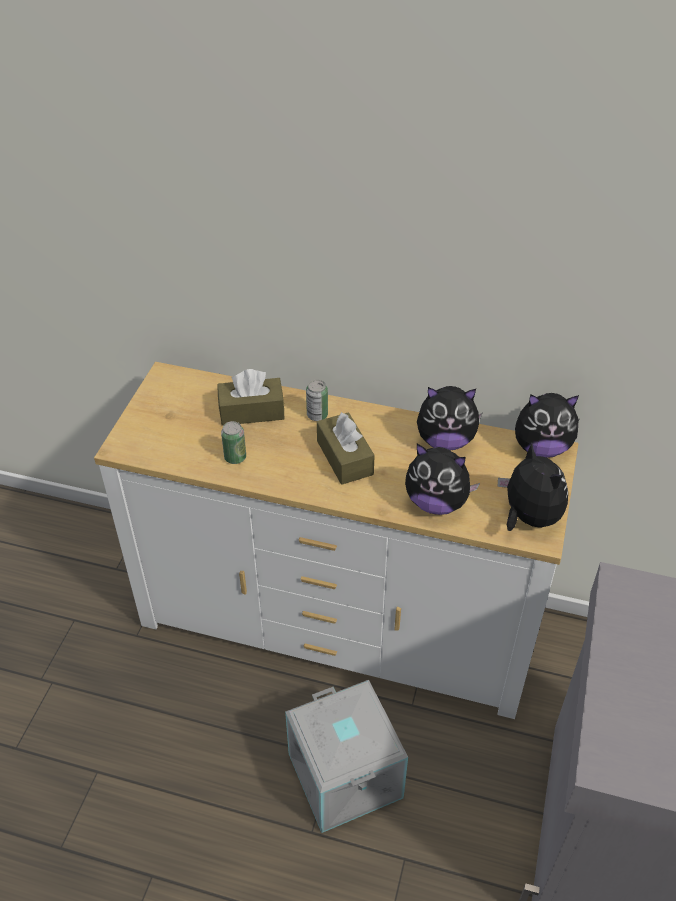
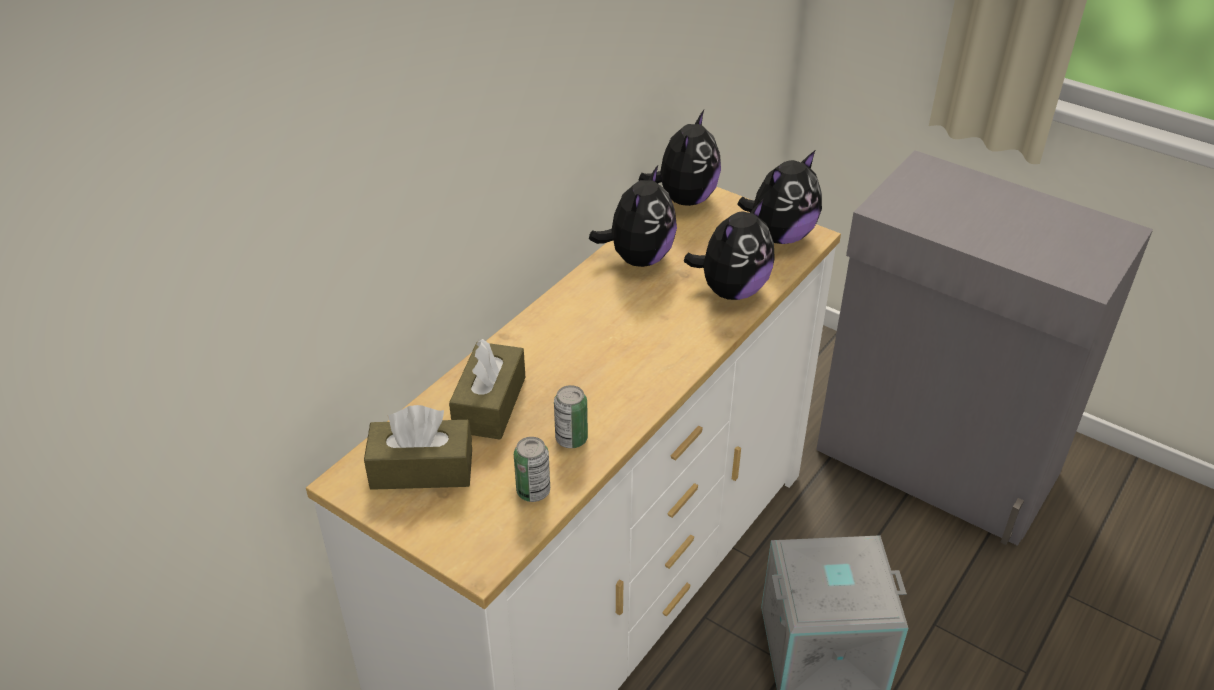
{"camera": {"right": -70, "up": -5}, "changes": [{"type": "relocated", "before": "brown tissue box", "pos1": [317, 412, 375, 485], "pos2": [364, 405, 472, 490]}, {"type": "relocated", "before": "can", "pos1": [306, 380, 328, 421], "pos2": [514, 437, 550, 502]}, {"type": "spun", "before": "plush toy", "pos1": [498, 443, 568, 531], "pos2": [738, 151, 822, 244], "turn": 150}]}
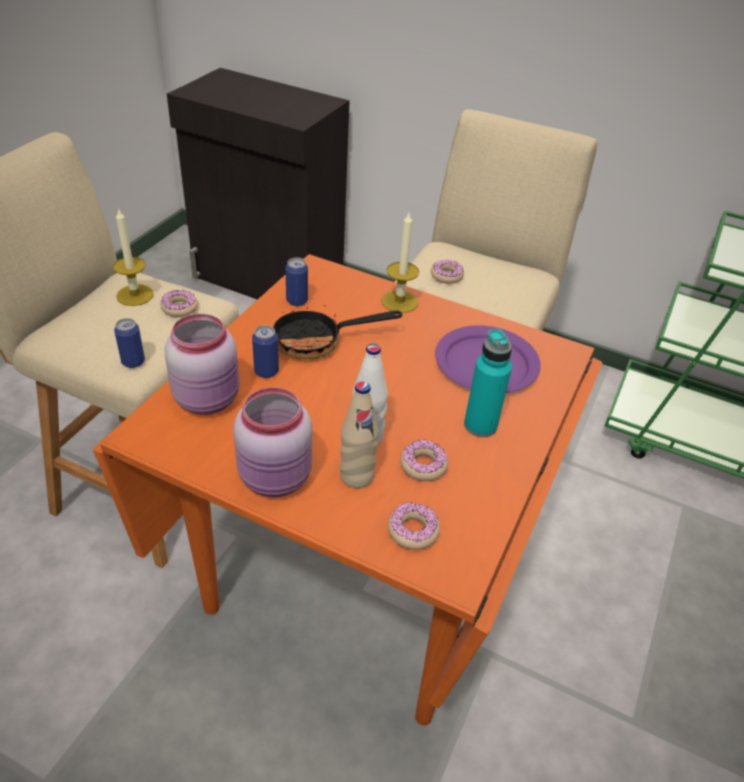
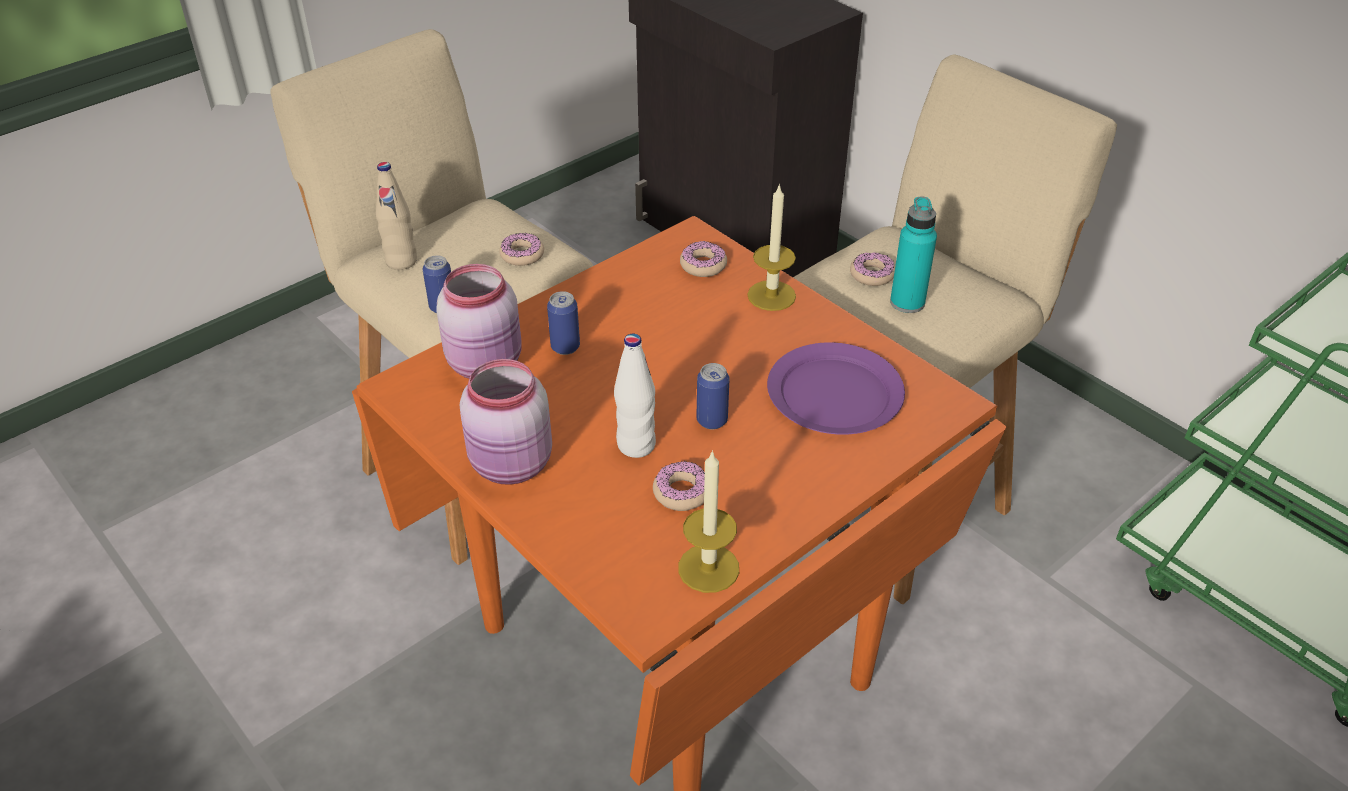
{"camera": {"right": 25, "up": 0}, "changes": [{"type": "relocated", "before": "beige bottle", "pos1": [340, 381, 378, 488], "pos2": [376, 162, 417, 270]}, {"type": "relocated", "before": "candle", "pos1": [113, 208, 154, 306], "pos2": [678, 450, 739, 593]}, {"type": "relocated", "before": "donut", "pos1": [388, 502, 440, 550], "pos2": [680, 241, 727, 277]}, {"type": "relocated", "before": "can", "pos1": [285, 257, 308, 306], "pos2": [697, 363, 730, 429]}, {"type": "relocated", "before": "turquoise bottle", "pos1": [464, 329, 512, 437], "pos2": [890, 196, 937, 313]}, {"type": "missing", "before": "frying pan", "pos1": [273, 305, 402, 359]}]}
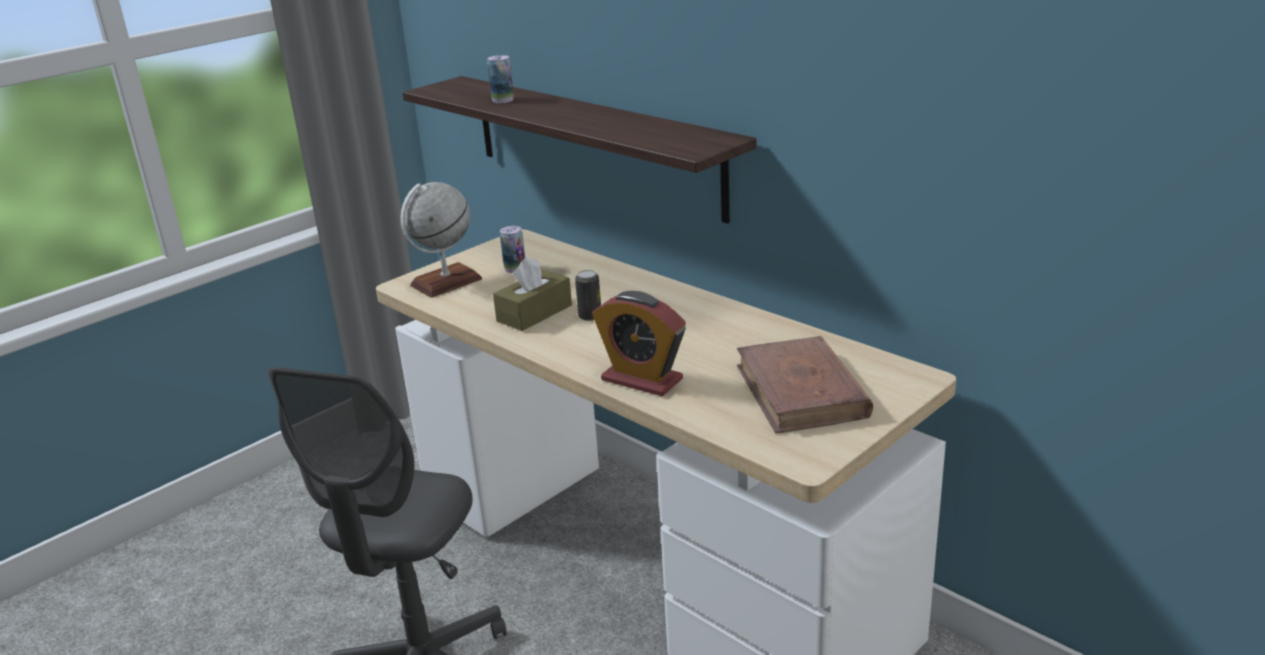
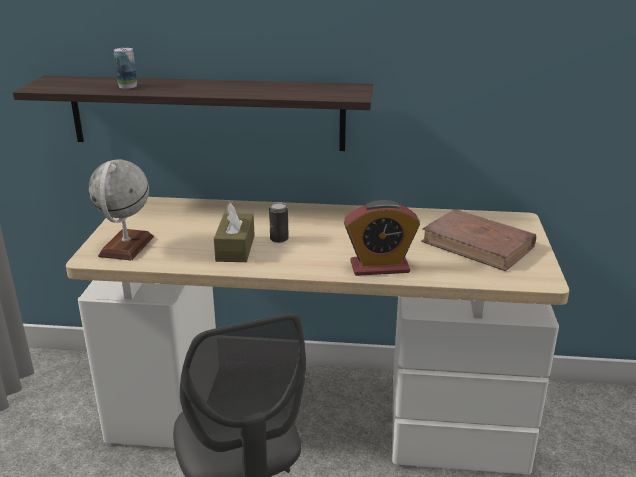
{"camera": {"right": -40, "up": 0}, "changes": [{"type": "missing", "before": "can", "pos1": [500, 226, 525, 273]}]}
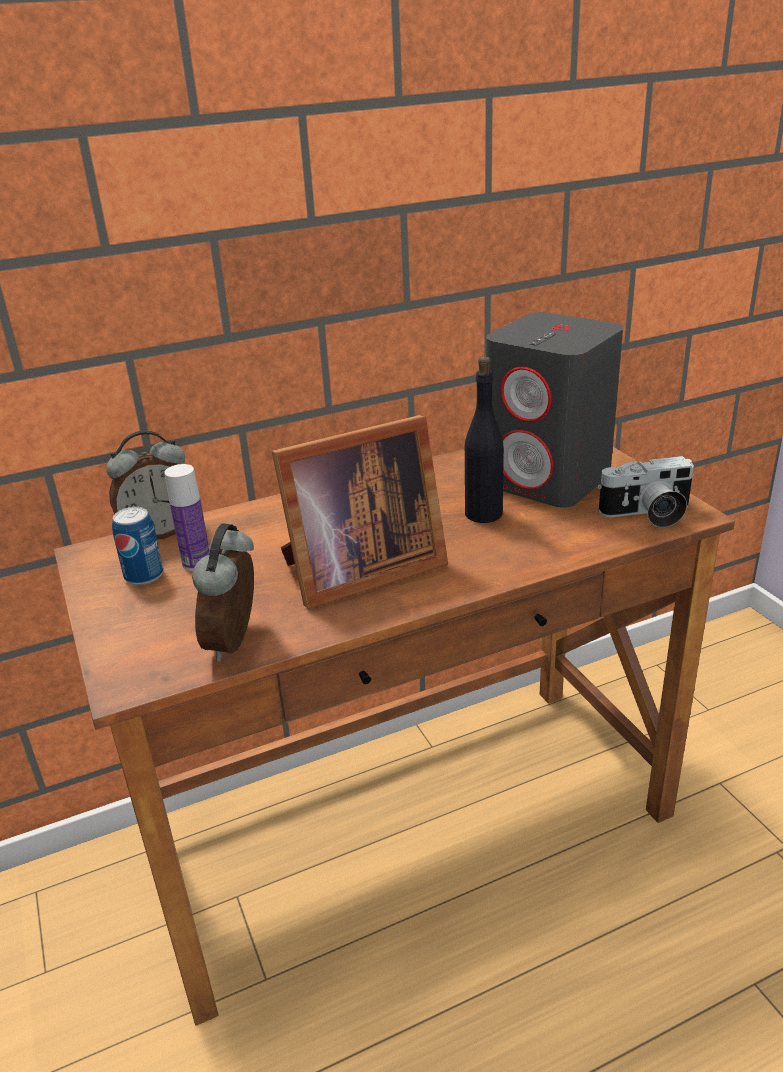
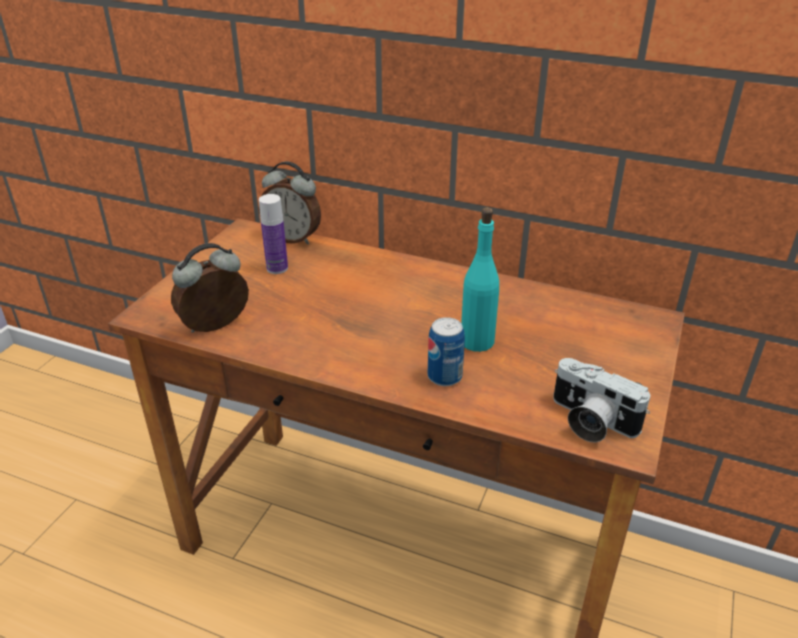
{"camera": {"right": 45, "up": 5}, "changes": [{"type": "relocated", "before": "can", "pos1": [112, 507, 164, 585], "pos2": [428, 317, 465, 386]}, {"type": "colour", "before": "black bottle", "after": "turquoise bottle", "pos1": [465, 357, 504, 523], "pos2": [461, 207, 499, 352]}, {"type": "missing", "before": "picture frame", "pos1": [272, 415, 448, 609]}, {"type": "missing", "before": "grey speaker", "pos1": [486, 312, 623, 508]}]}
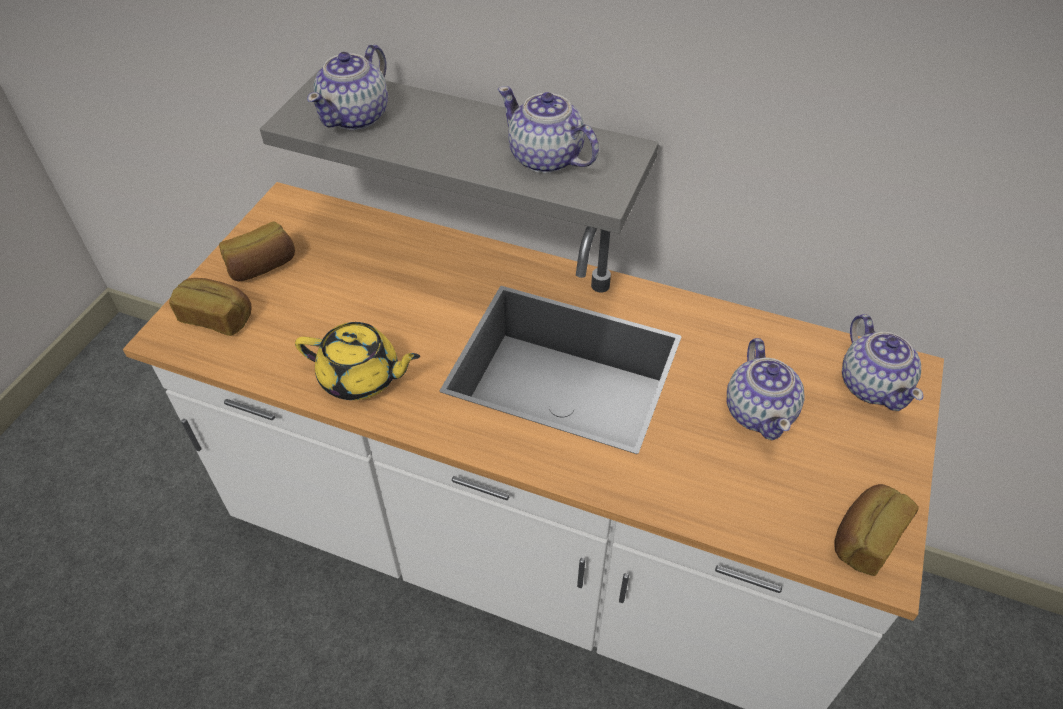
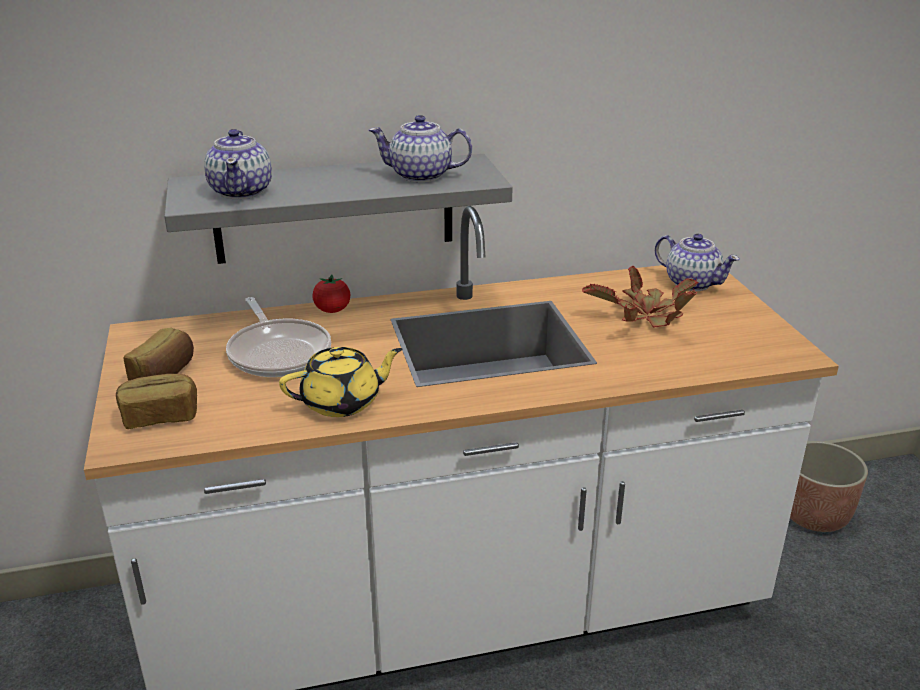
{"camera": {"right": -35, "up": -20}, "changes": [{"type": "appeared", "after": "frying pan", "pos2": [226, 297, 331, 377]}, {"type": "appeared", "after": "tomato", "pos2": [312, 275, 350, 313]}, {"type": "exchanged", "before": "teapot", "after": "potted plant", "pos1": [727, 338, 805, 440], "pos2": [582, 266, 699, 328]}, {"type": "appeared", "after": "planter", "pos2": [790, 441, 868, 532]}, {"type": "missing", "before": "bread", "pos1": [834, 484, 919, 576]}]}
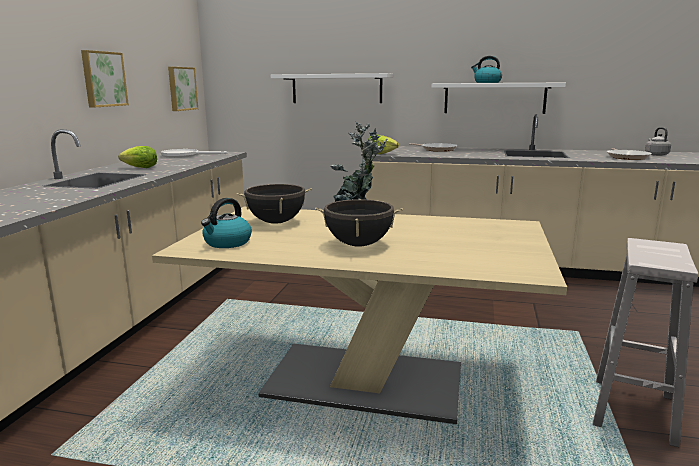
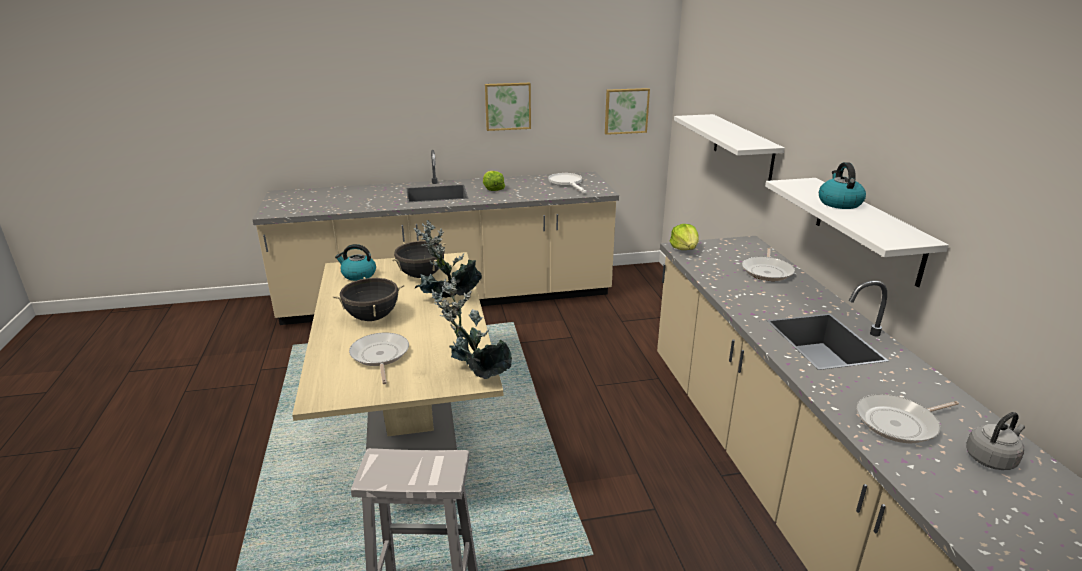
{"camera": {"right": 65, "up": 10}, "changes": [{"type": "appeared", "after": "frying pan", "pos2": [349, 333, 409, 384]}, {"type": "appeared", "after": "potted plant", "pos2": [432, 277, 512, 379]}]}
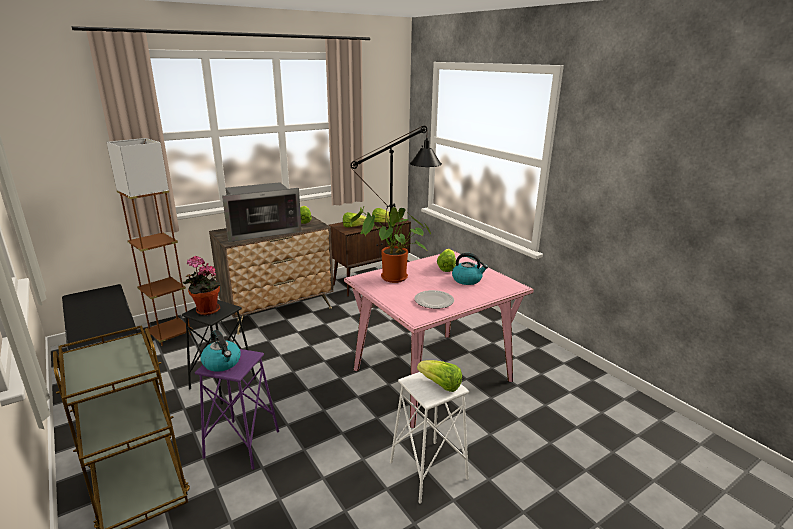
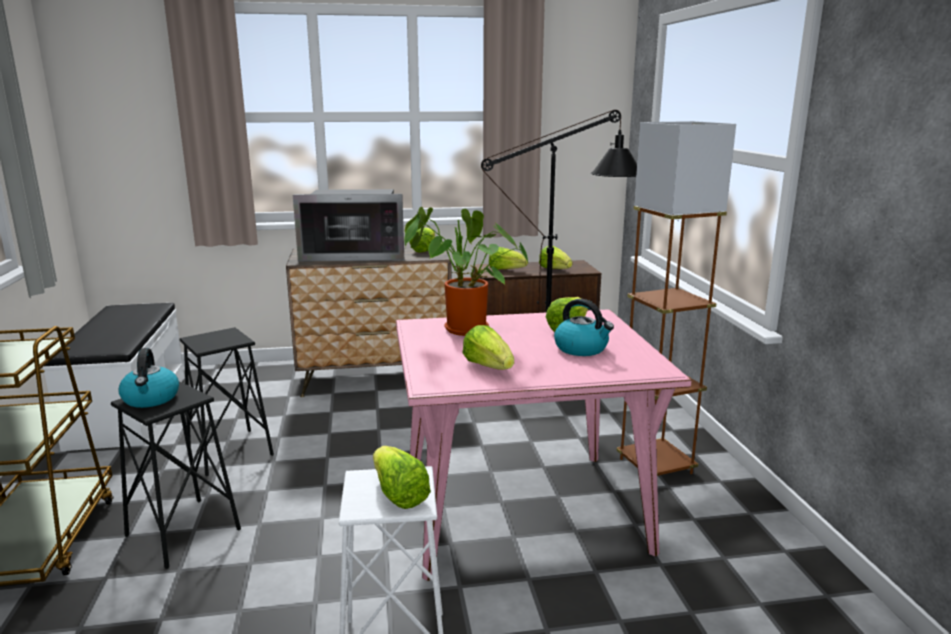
{"camera": {"right": 25, "up": -5}, "changes": [{"type": "colour", "before": "purple stool", "after": "black stool", "pos1": [195, 349, 279, 470], "pos2": [111, 381, 241, 569]}, {"type": "exchanged", "before": "plate", "after": "lettuce", "pos1": [415, 290, 454, 309], "pos2": [462, 325, 514, 370]}, {"type": "relocated", "before": "brown floor lamp", "pos1": [106, 138, 193, 346], "pos2": [617, 121, 736, 476]}, {"type": "missing", "before": "potted plant", "pos1": [183, 256, 220, 315]}]}
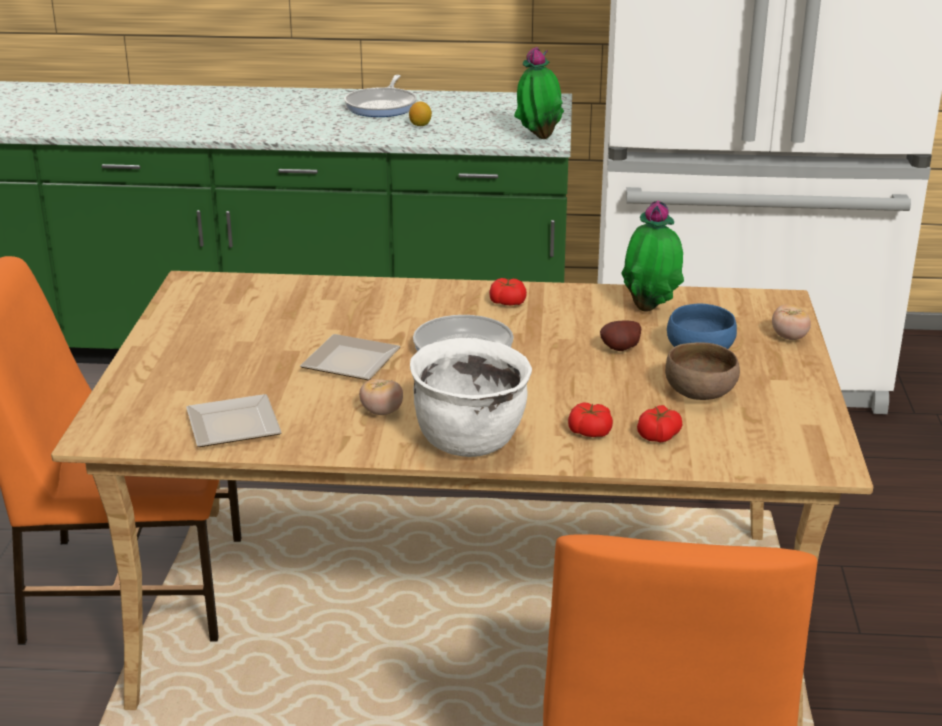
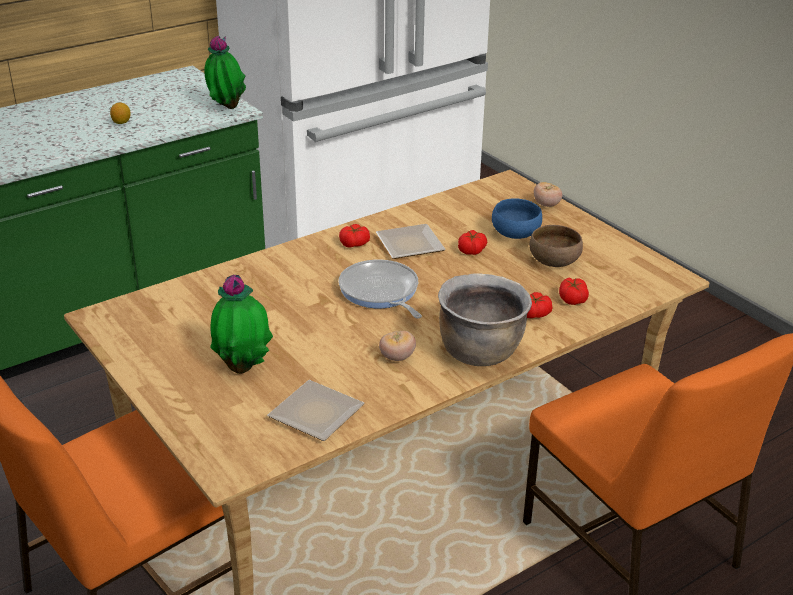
{"camera": {"right": -40, "up": 5}, "changes": [{"type": "relocated", "before": "potted plant", "pos1": [621, 201, 684, 312], "pos2": [210, 274, 273, 374]}, {"type": "relocated", "before": "plate", "pos1": [300, 334, 401, 380], "pos2": [376, 224, 446, 259]}, {"type": "colour", "before": "white cooking pot", "after": "brown cooking pot", "pos1": [410, 338, 532, 457], "pos2": [438, 273, 532, 366]}, {"type": "exchanged", "before": "potato", "after": "tomato", "pos1": [600, 320, 641, 351], "pos2": [458, 230, 487, 255]}, {"type": "missing", "before": "frying pan", "pos1": [344, 75, 417, 117]}]}
